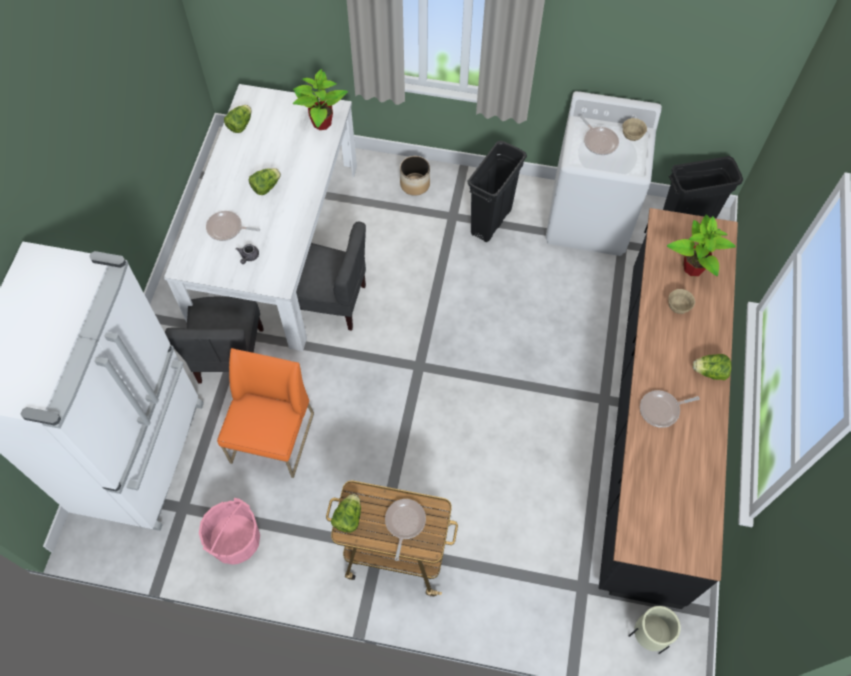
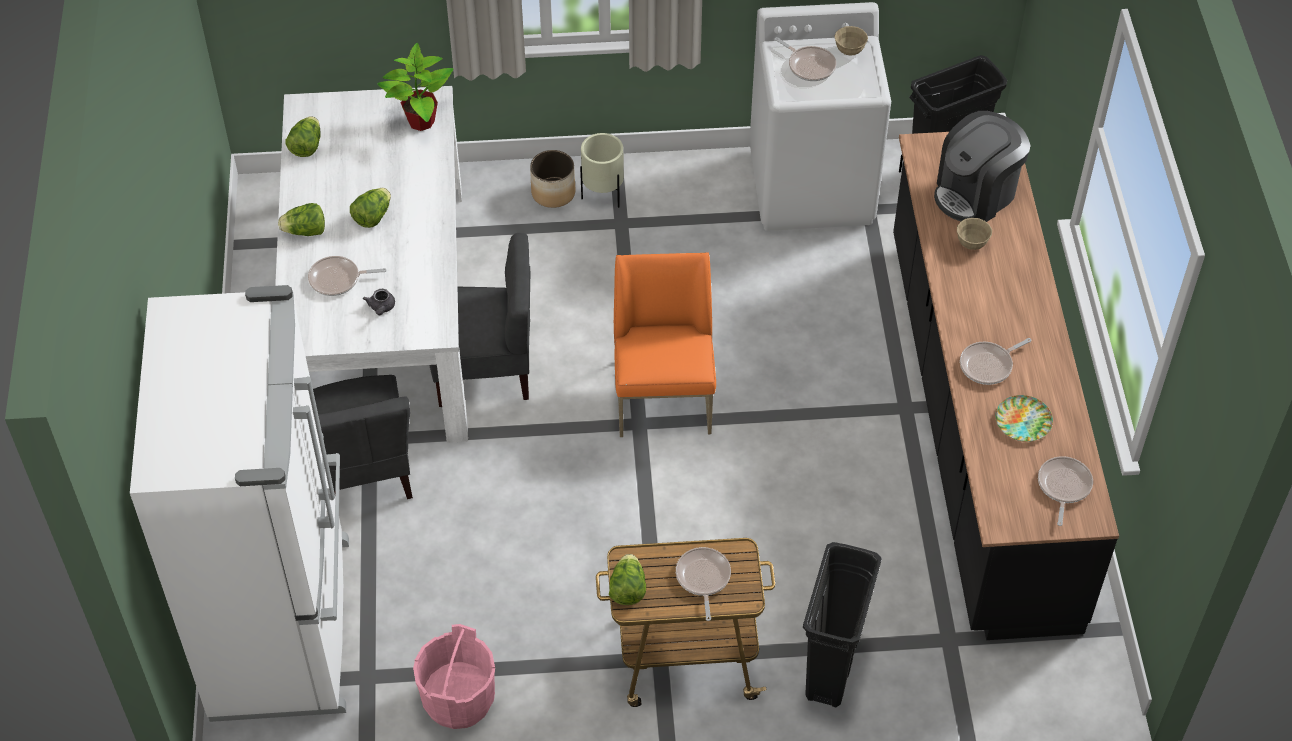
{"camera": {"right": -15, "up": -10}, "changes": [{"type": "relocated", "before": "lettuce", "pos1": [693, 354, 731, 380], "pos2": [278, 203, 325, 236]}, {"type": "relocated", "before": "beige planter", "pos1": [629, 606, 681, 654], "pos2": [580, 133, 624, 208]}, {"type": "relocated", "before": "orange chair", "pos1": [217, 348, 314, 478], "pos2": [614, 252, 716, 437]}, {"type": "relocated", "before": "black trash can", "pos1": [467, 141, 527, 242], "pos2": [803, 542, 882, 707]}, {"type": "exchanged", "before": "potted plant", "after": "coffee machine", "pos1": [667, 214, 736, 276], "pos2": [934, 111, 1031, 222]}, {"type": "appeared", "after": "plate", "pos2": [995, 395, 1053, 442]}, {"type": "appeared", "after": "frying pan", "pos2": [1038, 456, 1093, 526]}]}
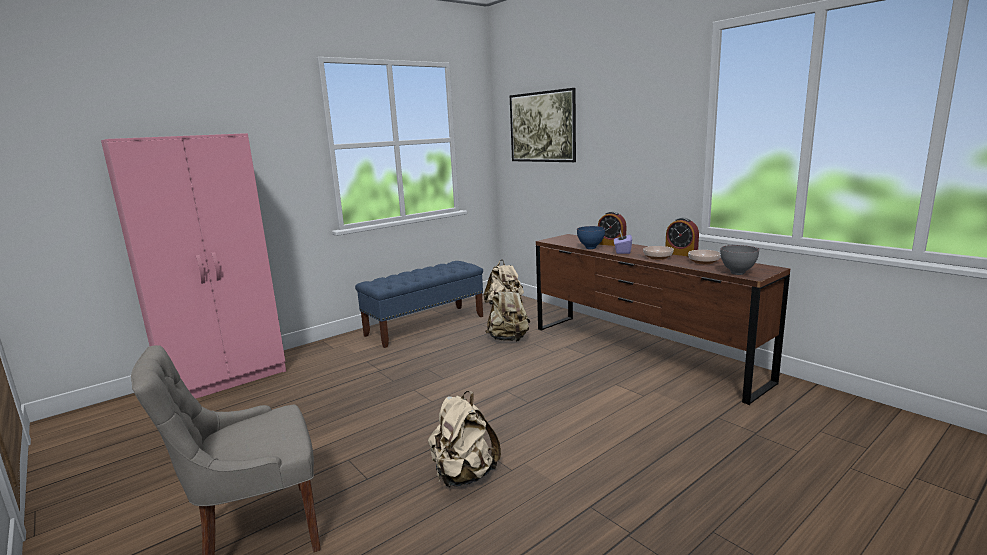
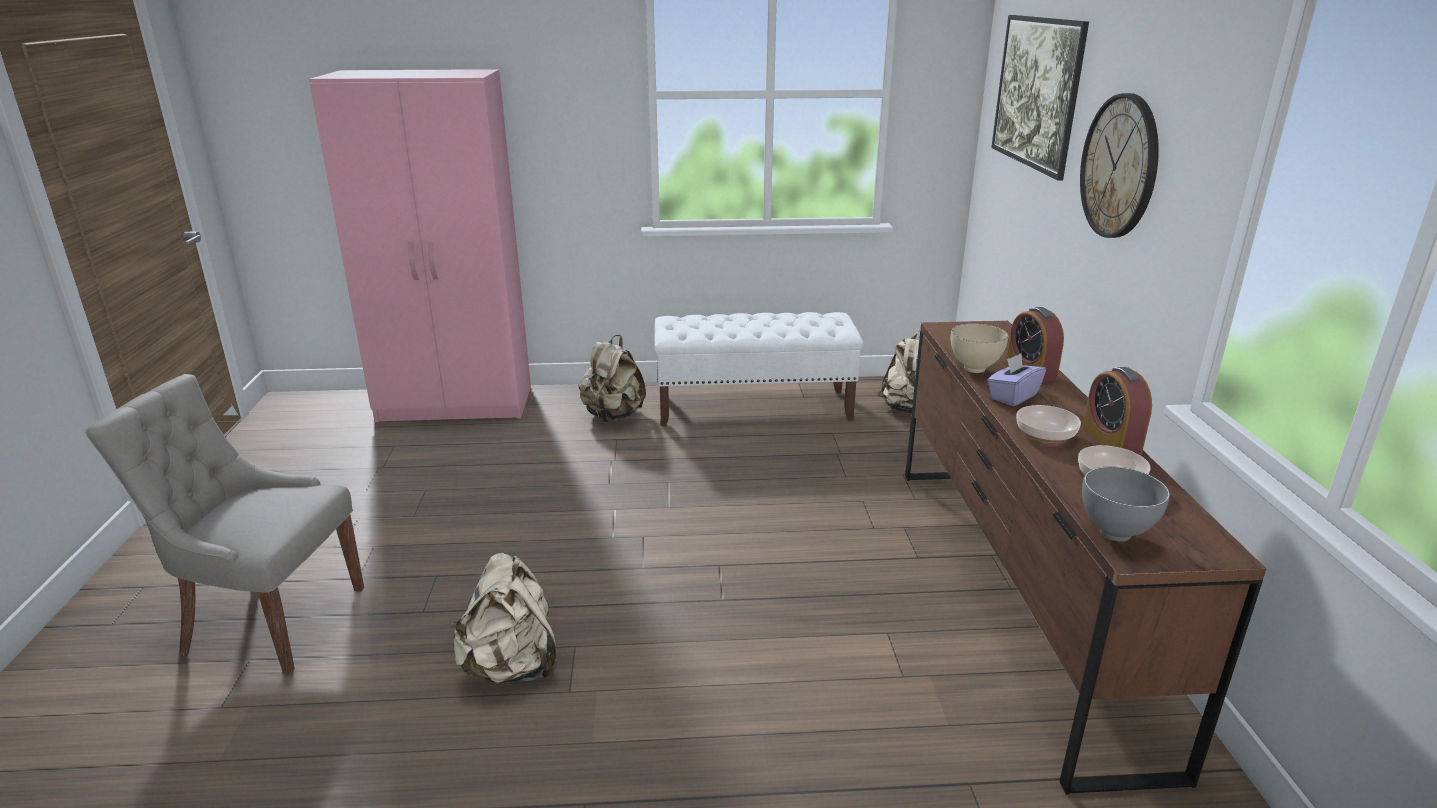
{"camera": {"right": 35, "up": 10}, "changes": [{"type": "relocated", "before": "beige backpack", "pos1": [486, 285, 530, 342], "pos2": [579, 335, 646, 422]}, {"type": "colour", "before": "blue bench", "after": "white bench", "pos1": [355, 261, 483, 348], "pos2": [655, 312, 863, 426]}, {"type": "colour", "before": "blue bowl", "after": "beige bowl", "pos1": [577, 226, 605, 249], "pos2": [951, 323, 1008, 373]}, {"type": "appeared", "after": "wall clock", "pos2": [1080, 93, 1159, 238]}]}
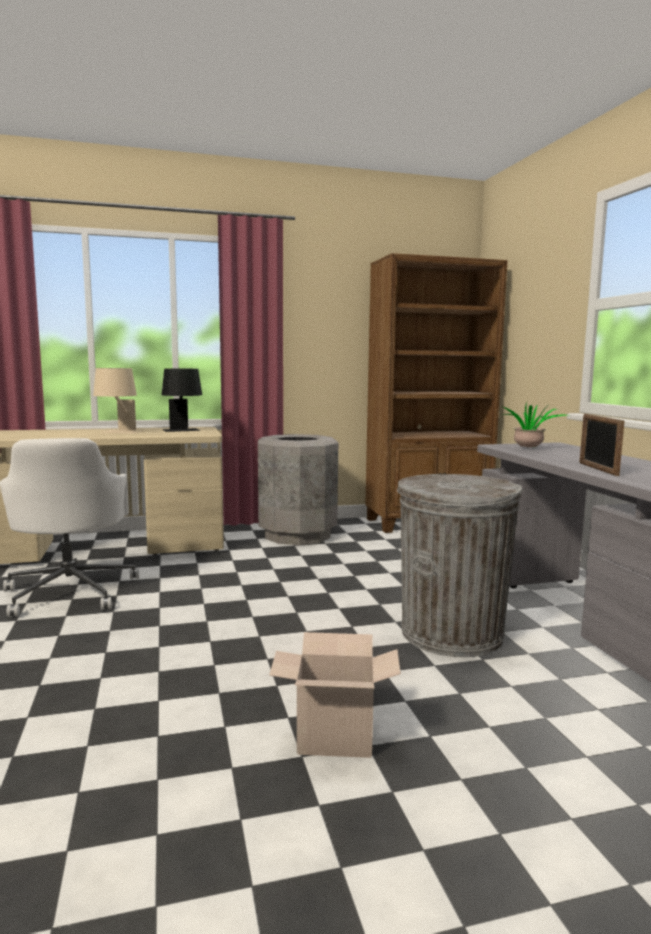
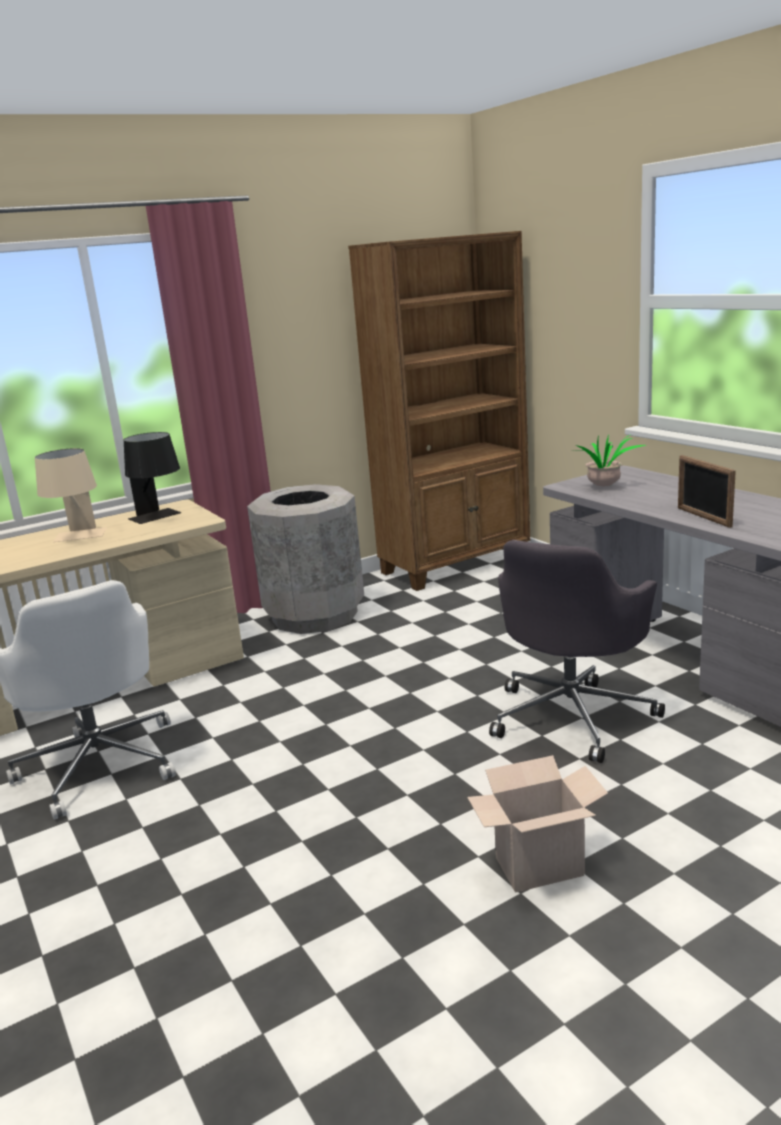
{"camera": {"right": -15, "up": 10}, "changes": [{"type": "exchanged", "before": "grey trash can", "after": "grey office chair", "pos1": [397, 474, 524, 657], "pos2": [489, 540, 665, 763]}]}
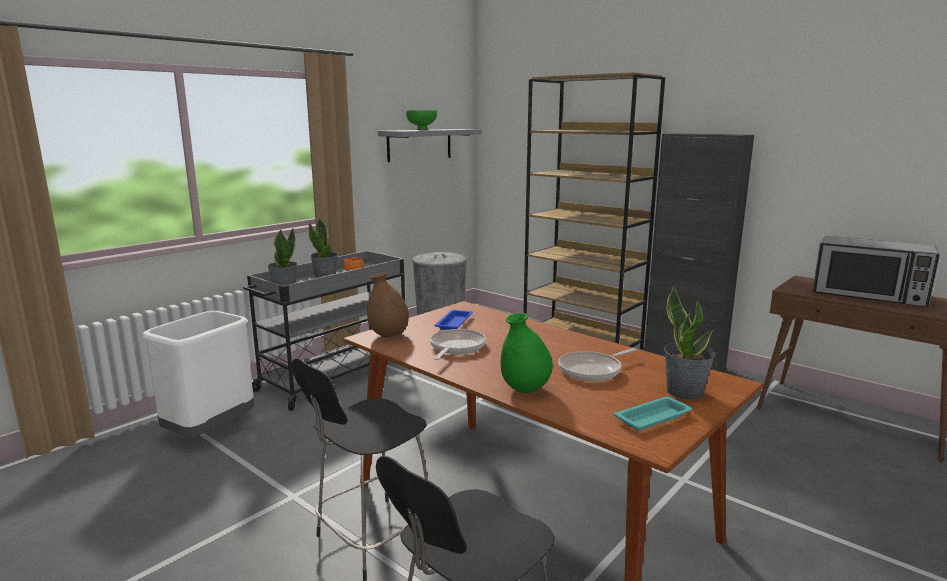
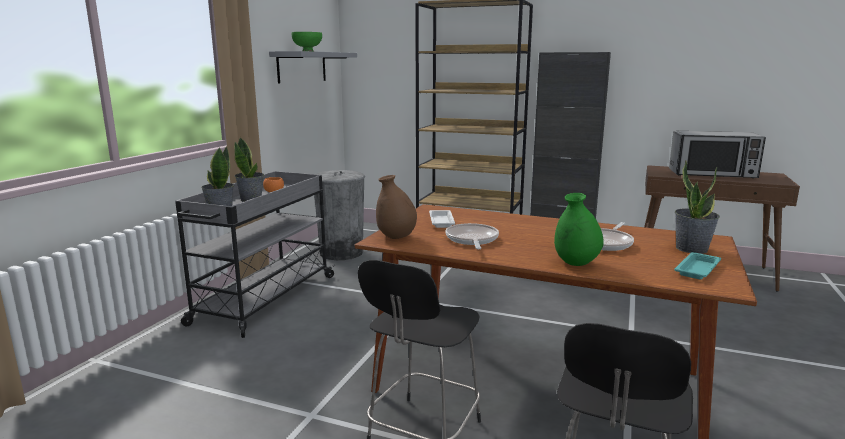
{"camera": {"right": -20, "up": 0}, "changes": [{"type": "colour", "before": "blue tray", "after": "white tray", "pos1": [435, 310, 473, 330], "pos2": [429, 210, 455, 228]}, {"type": "missing", "before": "white trash can", "pos1": [142, 311, 254, 437]}]}
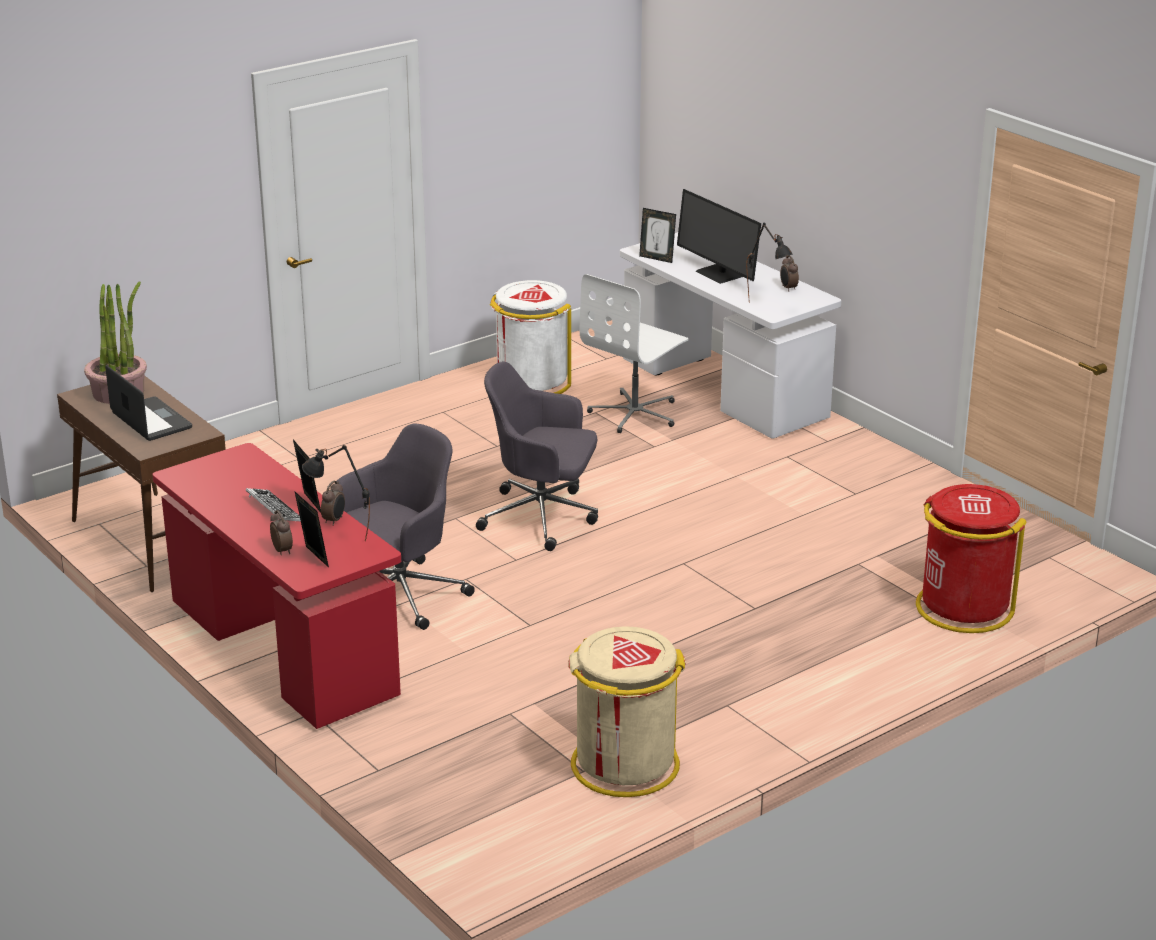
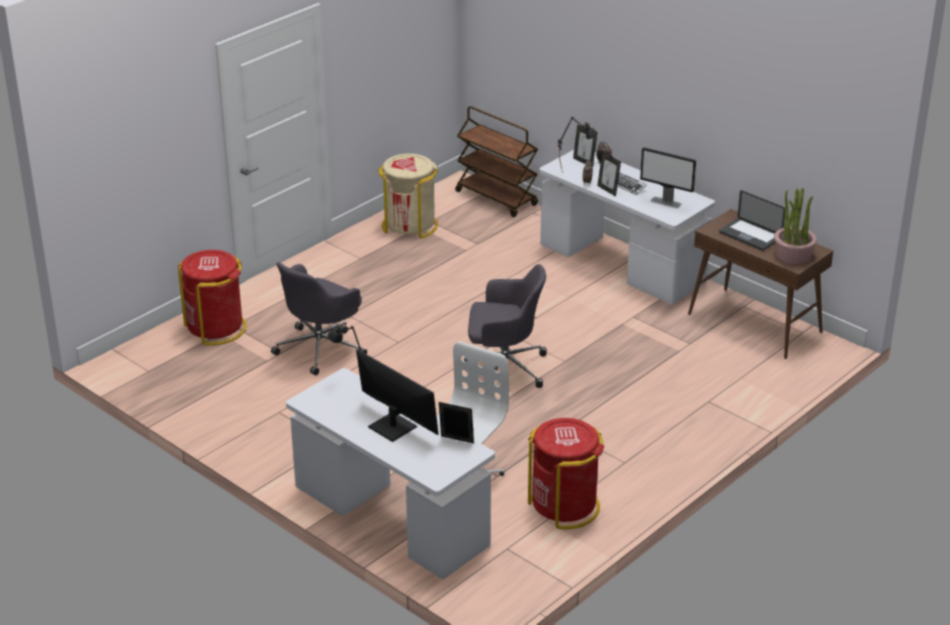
{"camera": {"right": 170, "up": 5}, "changes": [{"type": "relocated", "before": "grey office chair", "pos1": [336, 423, 475, 630], "pos2": [271, 262, 367, 376]}, {"type": "appeared", "after": "brown cart", "pos2": [455, 106, 538, 217]}, {"type": "colour", "before": "white trash can", "after": "red trash can", "pos1": [490, 280, 571, 394], "pos2": [528, 418, 604, 529]}, {"type": "colour", "before": "red desk", "after": "white desk", "pos1": [153, 443, 401, 729], "pos2": [539, 150, 715, 305]}, {"type": "appeared", "after": "monitor", "pos2": [640, 147, 696, 208]}, {"type": "missing", "before": "alarm clock", "pos1": [780, 256, 799, 291]}]}
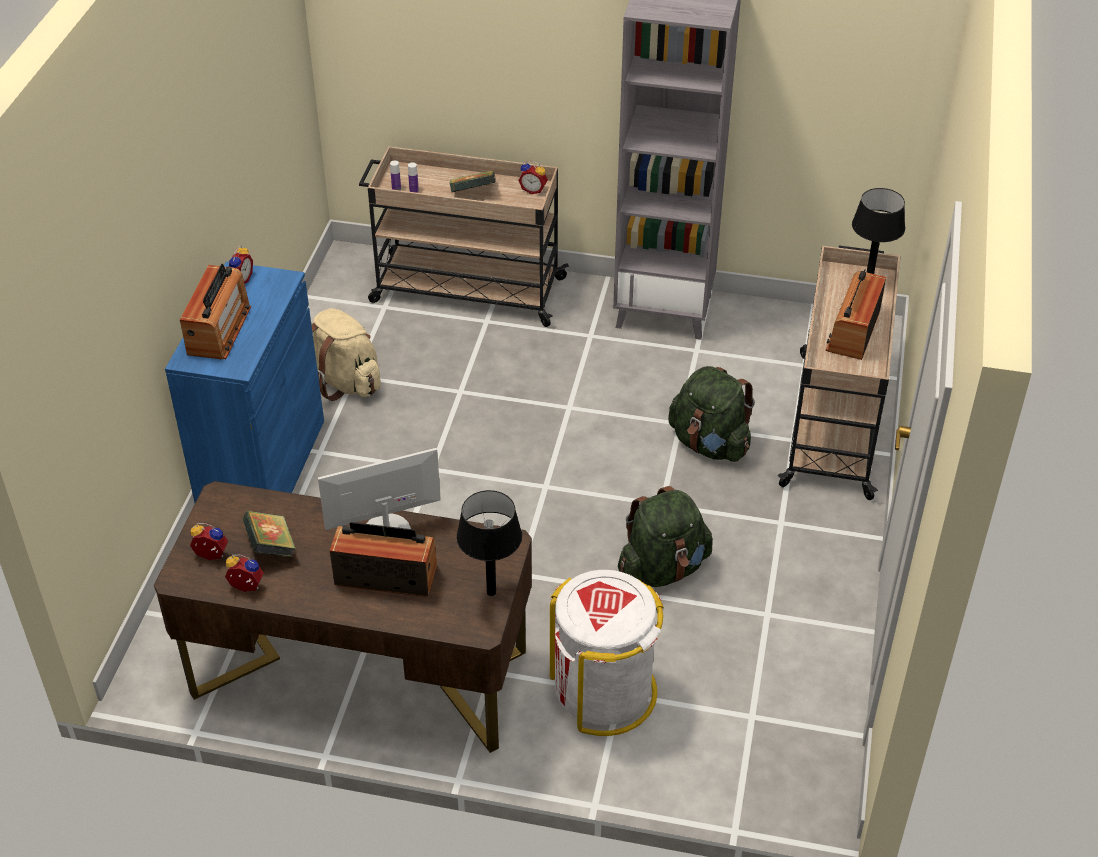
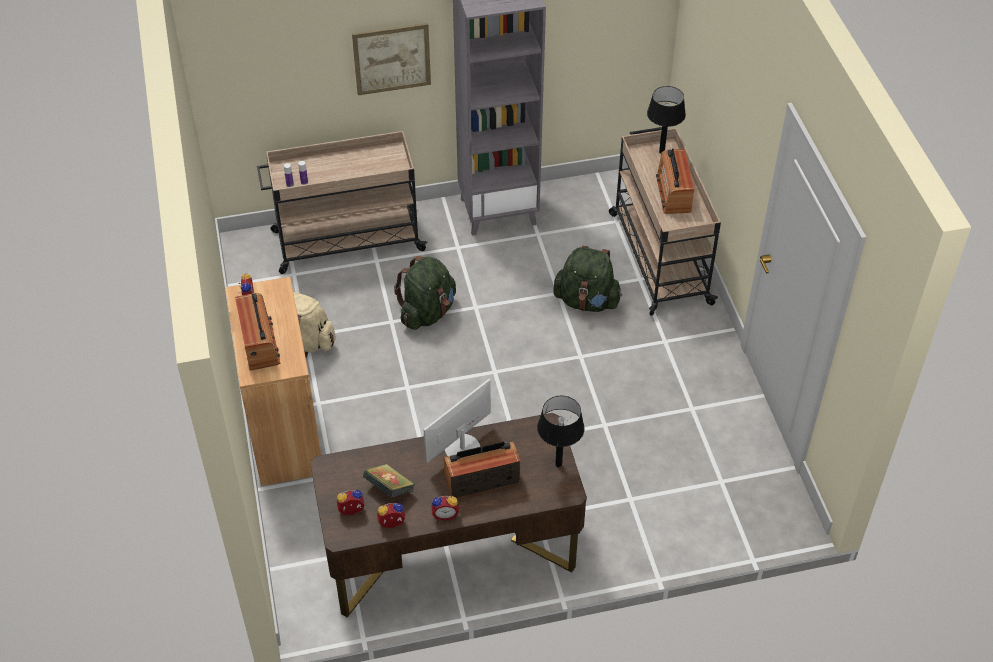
{"camera": {"right": -25, "up": 5}, "changes": [{"type": "colour", "before": "blue cabinet", "after": "brown cabinet", "pos1": [165, 262, 324, 503], "pos2": [225, 277, 321, 486]}, {"type": "appeared", "after": "picture", "pos2": [352, 23, 431, 95]}, {"type": "relocated", "before": "green backpack", "pos1": [618, 486, 713, 587], "pos2": [394, 256, 456, 330]}, {"type": "relocated", "before": "alarm clock", "pos1": [518, 161, 548, 194], "pos2": [432, 496, 459, 521]}, {"type": "missing", "before": "book", "pos1": [450, 171, 496, 192]}, {"type": "missing", "before": "white trash can", "pos1": [550, 570, 664, 736]}]}
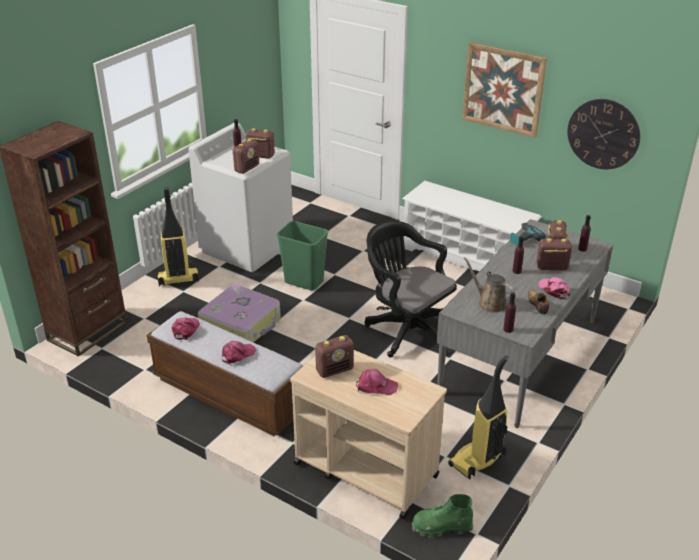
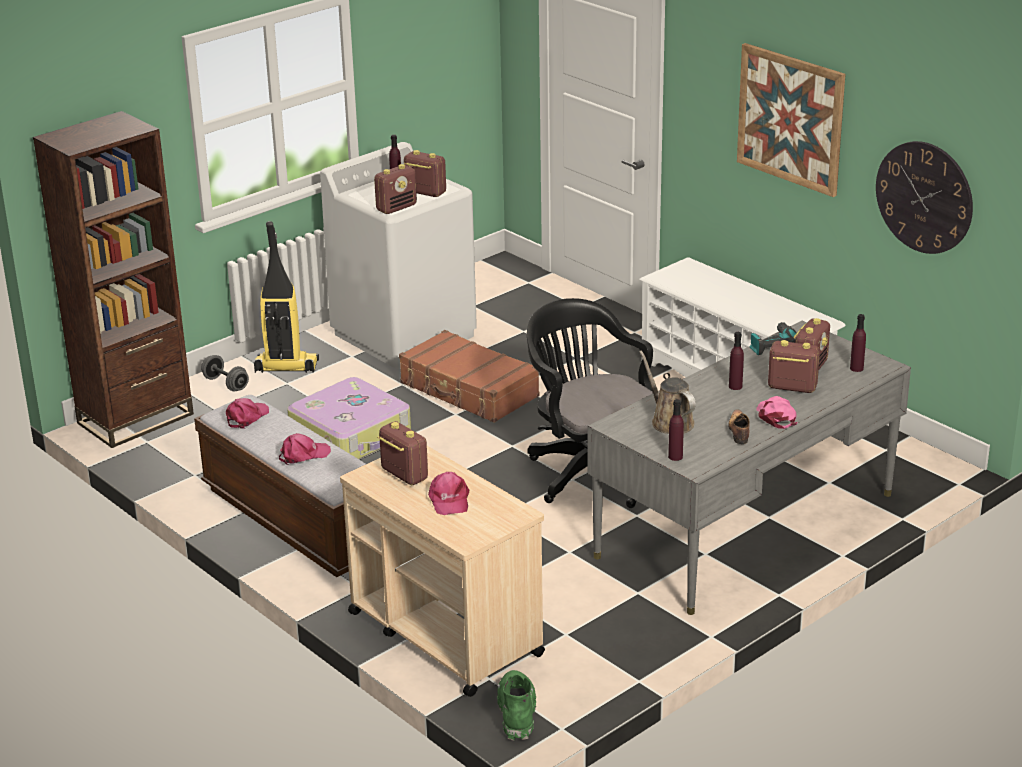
{"camera": {"right": 15, "up": -5}, "changes": [{"type": "appeared", "after": "grey dumbbell", "pos2": [201, 355, 249, 391]}, {"type": "spun", "before": "radio", "pos1": [315, 335, 354, 378], "pos2": [377, 421, 428, 485], "turn": -120}, {"type": "exchanged", "before": "green trash can", "after": "brown suitcase", "pos1": [277, 221, 328, 290], "pos2": [399, 330, 540, 423]}, {"type": "spun", "before": "pink cap", "pos1": [356, 369, 398, 395], "pos2": [428, 472, 469, 515], "turn": 60}, {"type": "spun", "before": "green boot", "pos1": [412, 494, 473, 538], "pos2": [497, 670, 536, 741], "turn": 75}, {"type": "missing", "before": "vacuum cleaner", "pos1": [448, 356, 509, 479]}]}
